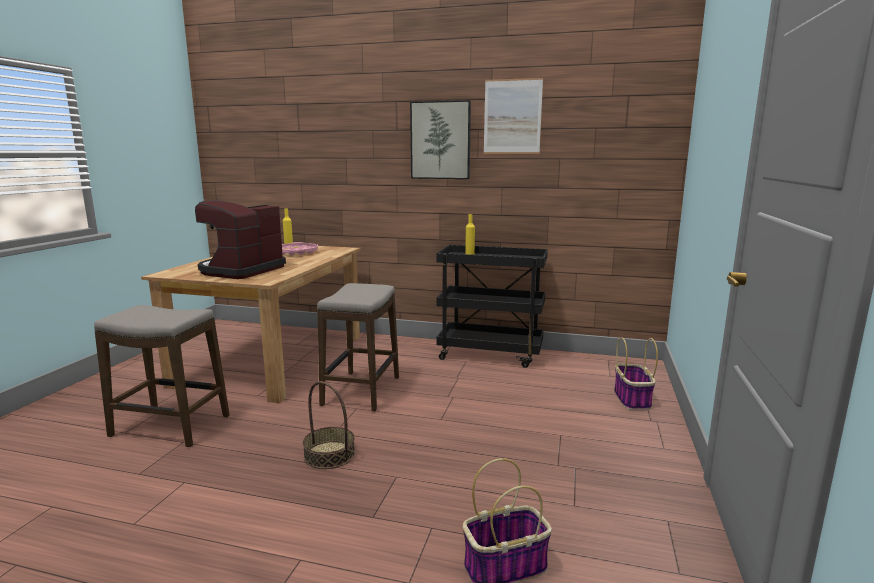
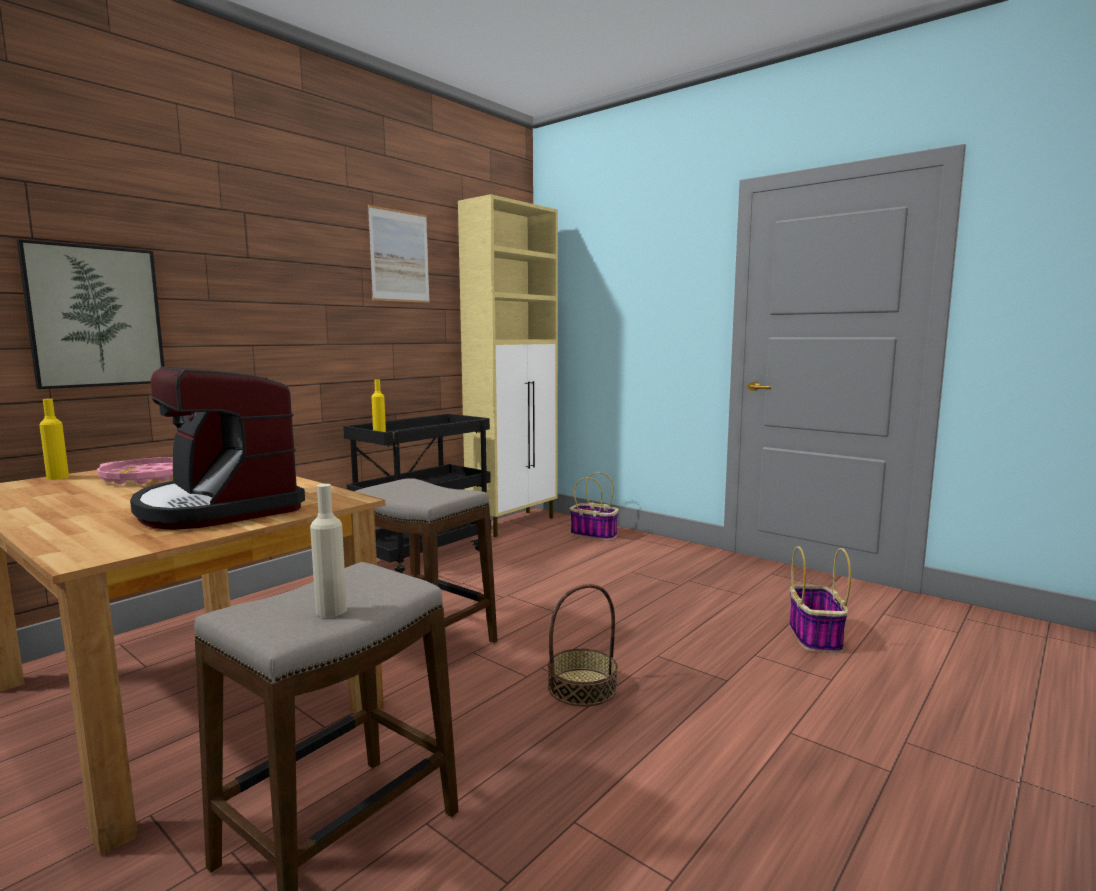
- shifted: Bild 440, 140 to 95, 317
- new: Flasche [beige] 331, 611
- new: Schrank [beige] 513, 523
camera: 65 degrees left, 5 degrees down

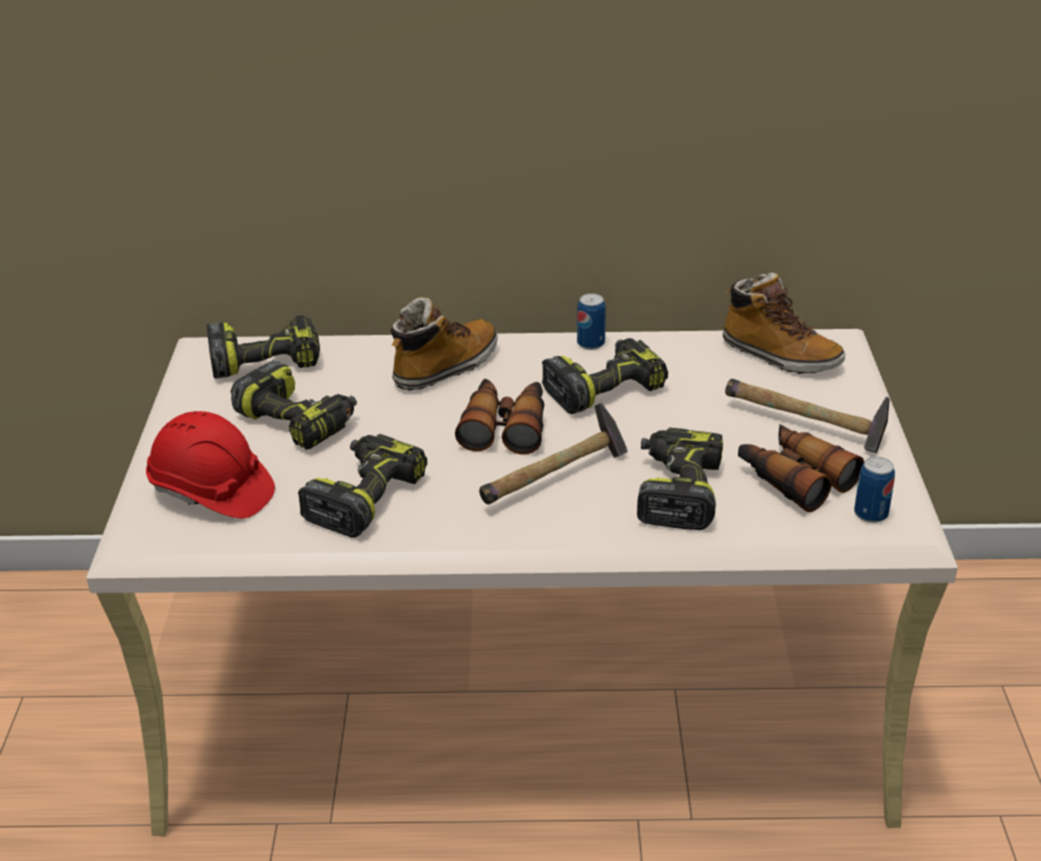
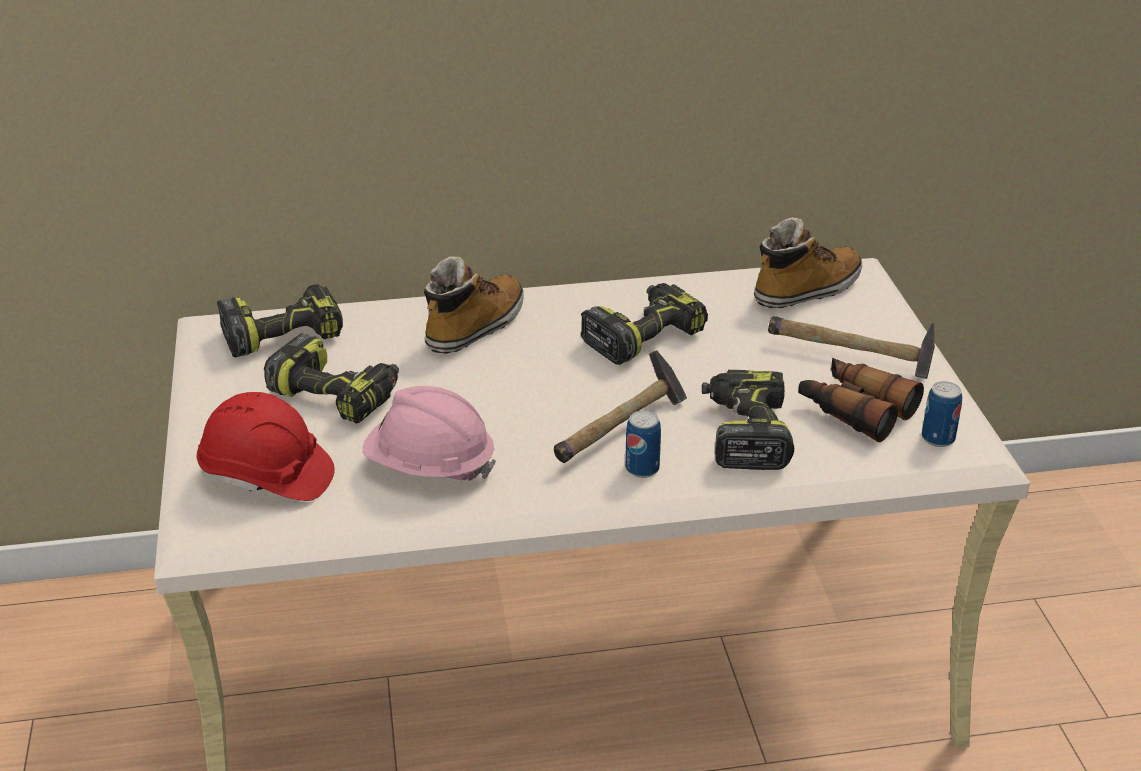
- swapped: Bohrmaschine 363, 497 to Schutzhelm [rosa] 429, 467
- shifted: Dose 590, 343 to 642, 469
- rotated: Stiefel 779, 356 = 807, 290 60 degrees counterclockwise
- gone: Fernglas 505, 426
camera: 10 degrees left, 0 degrees up

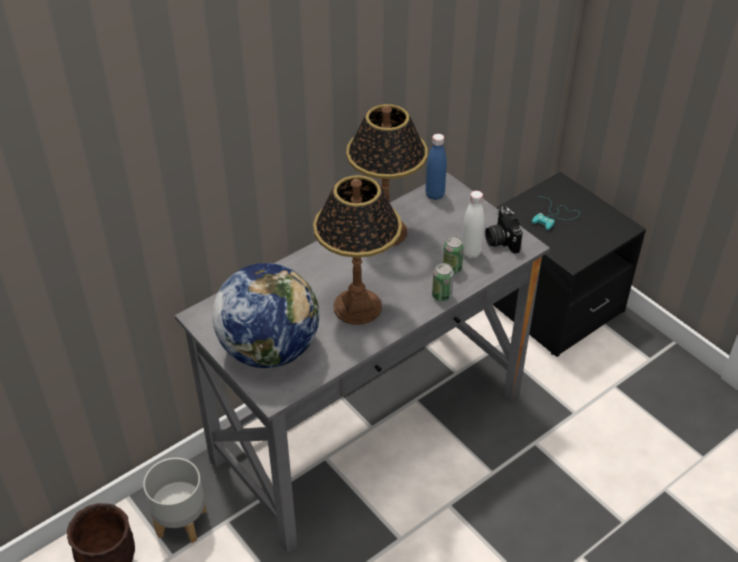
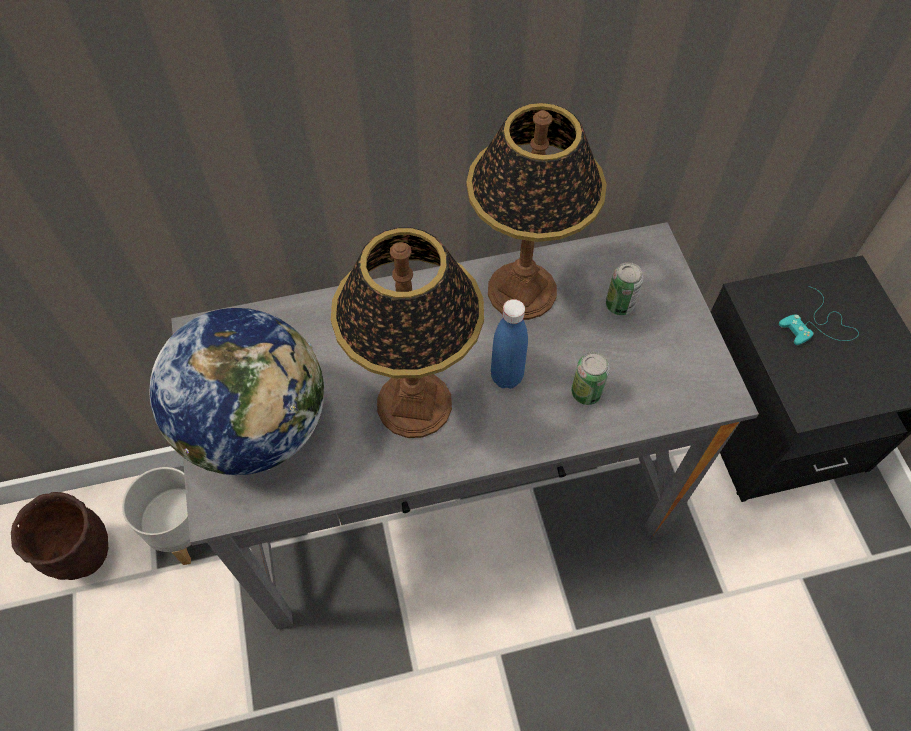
- shifted: Flasche [blau] 435, 195 to 506, 377
- shifted: Dose 441, 295 to 619, 305
- gone: Flasche [weiß] 471, 253
- gone: Kamera 501, 240
camera: 25 degrees right, 15 degrees up

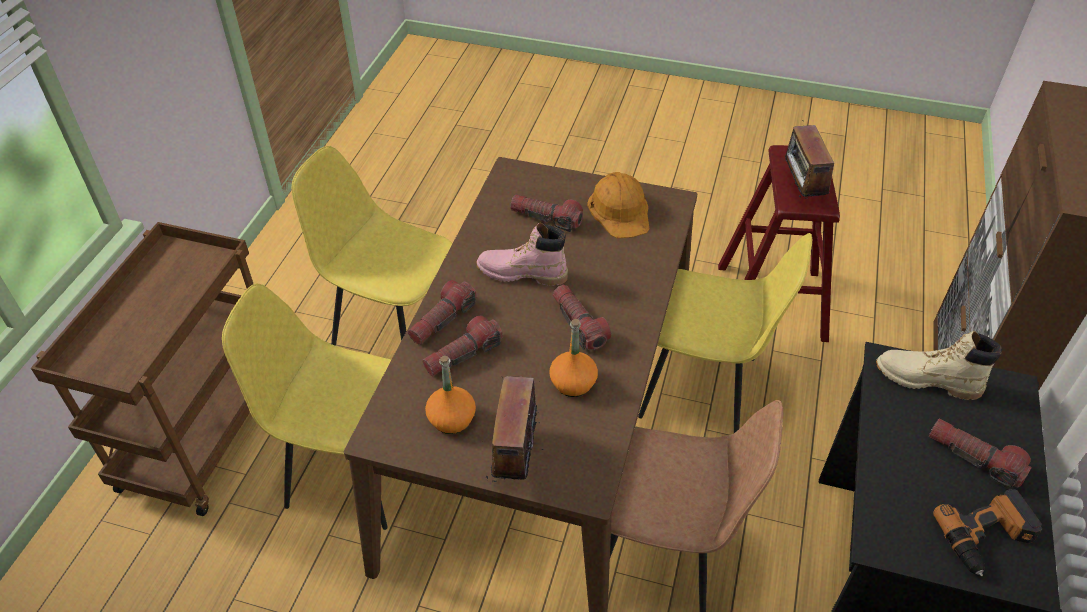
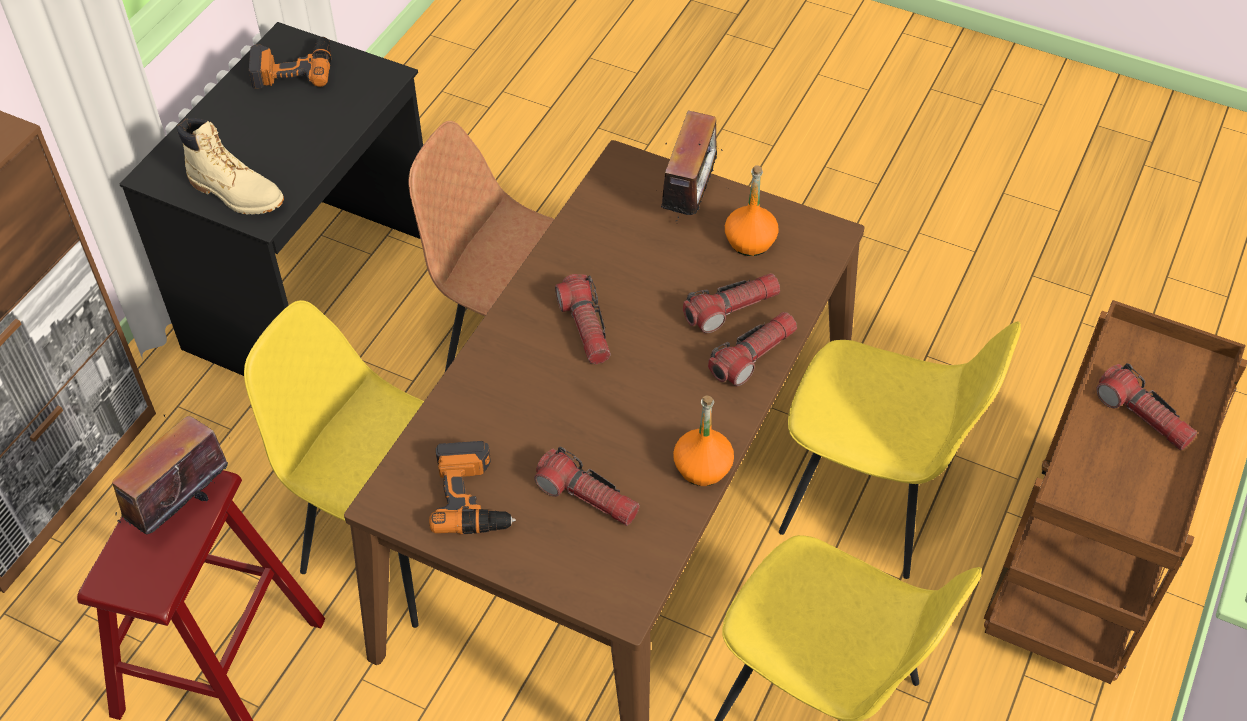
- rotated: Radio 800, 191 = 181, 508 150 degrees counterclockwise
- swapped: Schutzhelm [orange] 620, 210 to Bohrmaschine 473, 496
- shifted: Flasche [orange] 573, 383 to 702, 467
- shifted: Taschenlampe 974, 459 to 1142, 416
- gone: Stiefel [rosa] 522, 273
camera: 170 degrees left, 5 degrees up

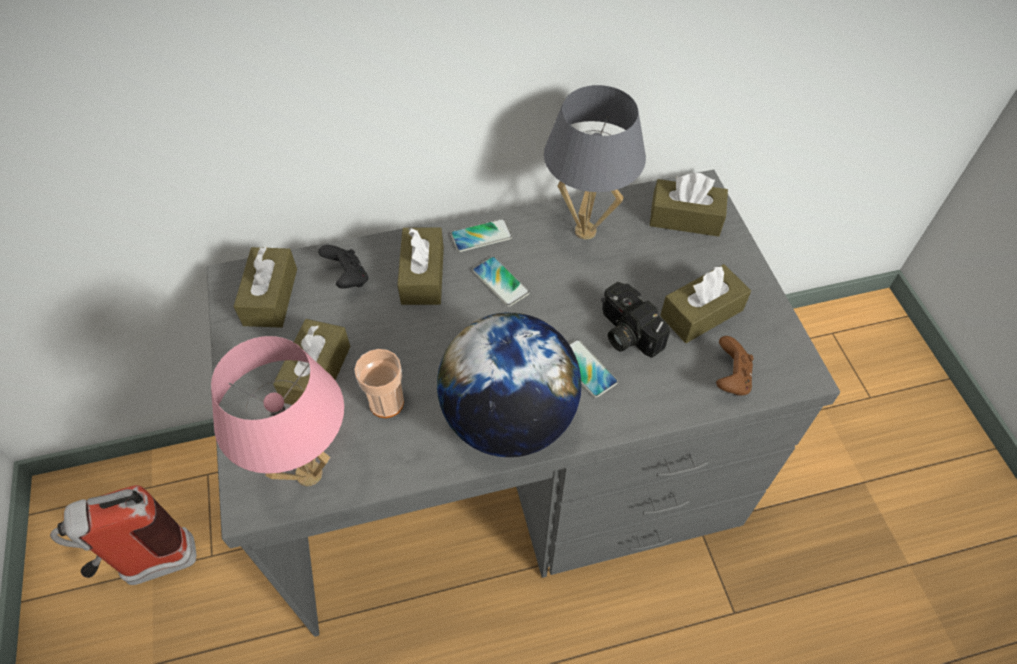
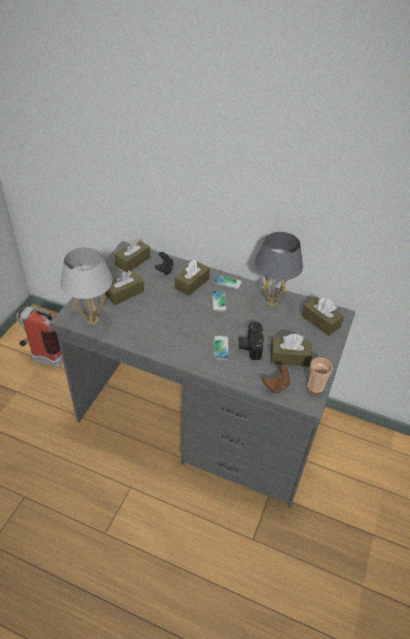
- repainted: Tischlampe [rosa] 308, 473 to Tischlampe [weiß] 92, 320
- shifted: Tasse 386, 403 to 315, 386
- gone: Globus 509, 419
camera: 35 degrees right, 10 degrees down

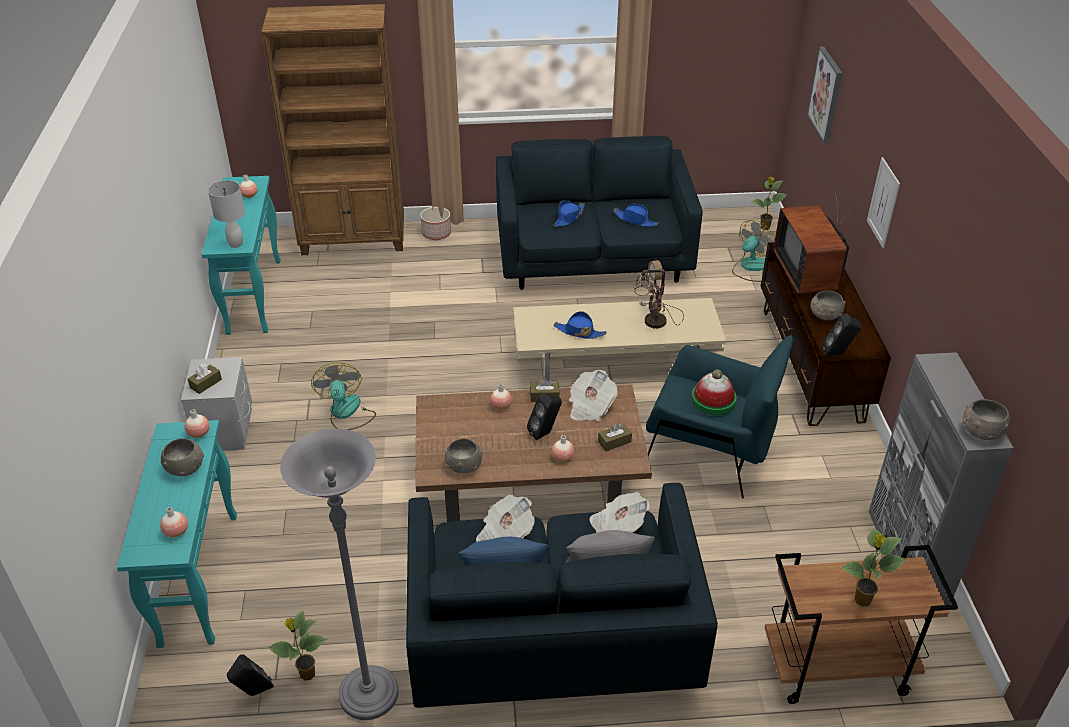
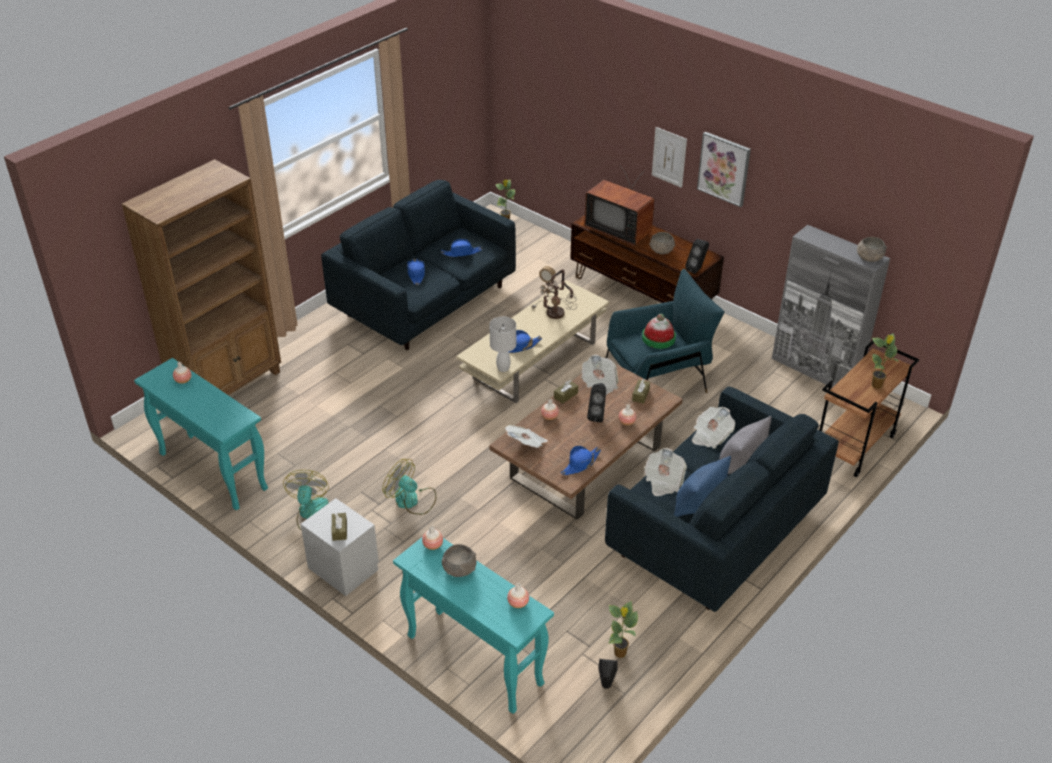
- shifted: Ventilator 751, 268 to 312, 514
- shifted: Tischlampe [weiß] 236, 244 to 503, 368
- new: Zeitung 526, 444
- swapped: Schüssel [grau] 464, 465 to Hut [blau] 580, 464
- shifted: Bild 826, 94 to 724, 168
- gone: Stehlampe [grau] 368, 695
- gone: Pflanzkübel 436, 233
camera: 45 degrees left, 0 degrees up

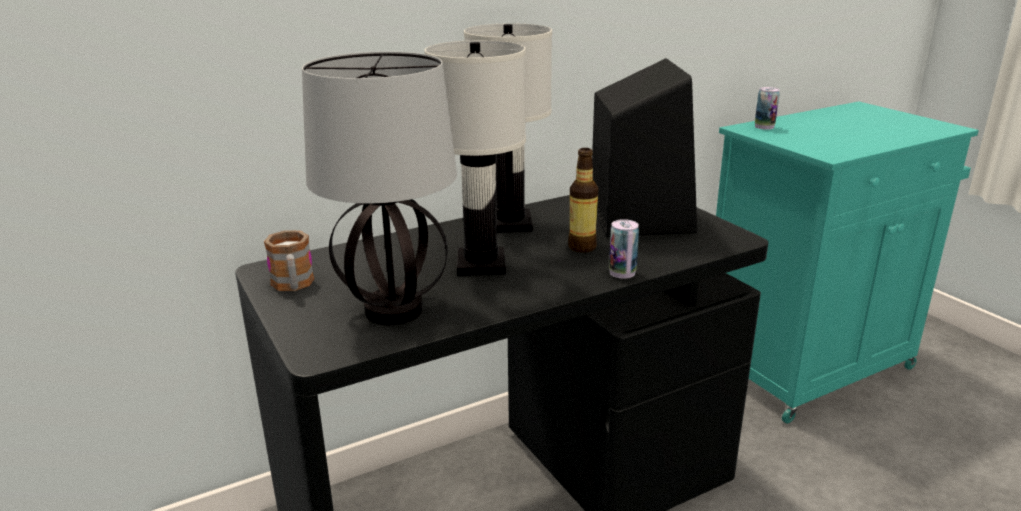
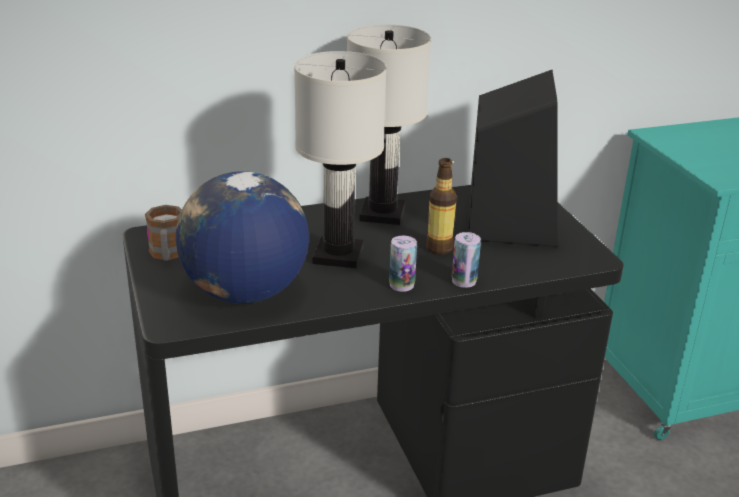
- swapped: Tischlampe 393, 312 to Globus 244, 293
- shifted: Dose 764, 127 to 401, 285
camera: 10 degrees right, 5 degrees up

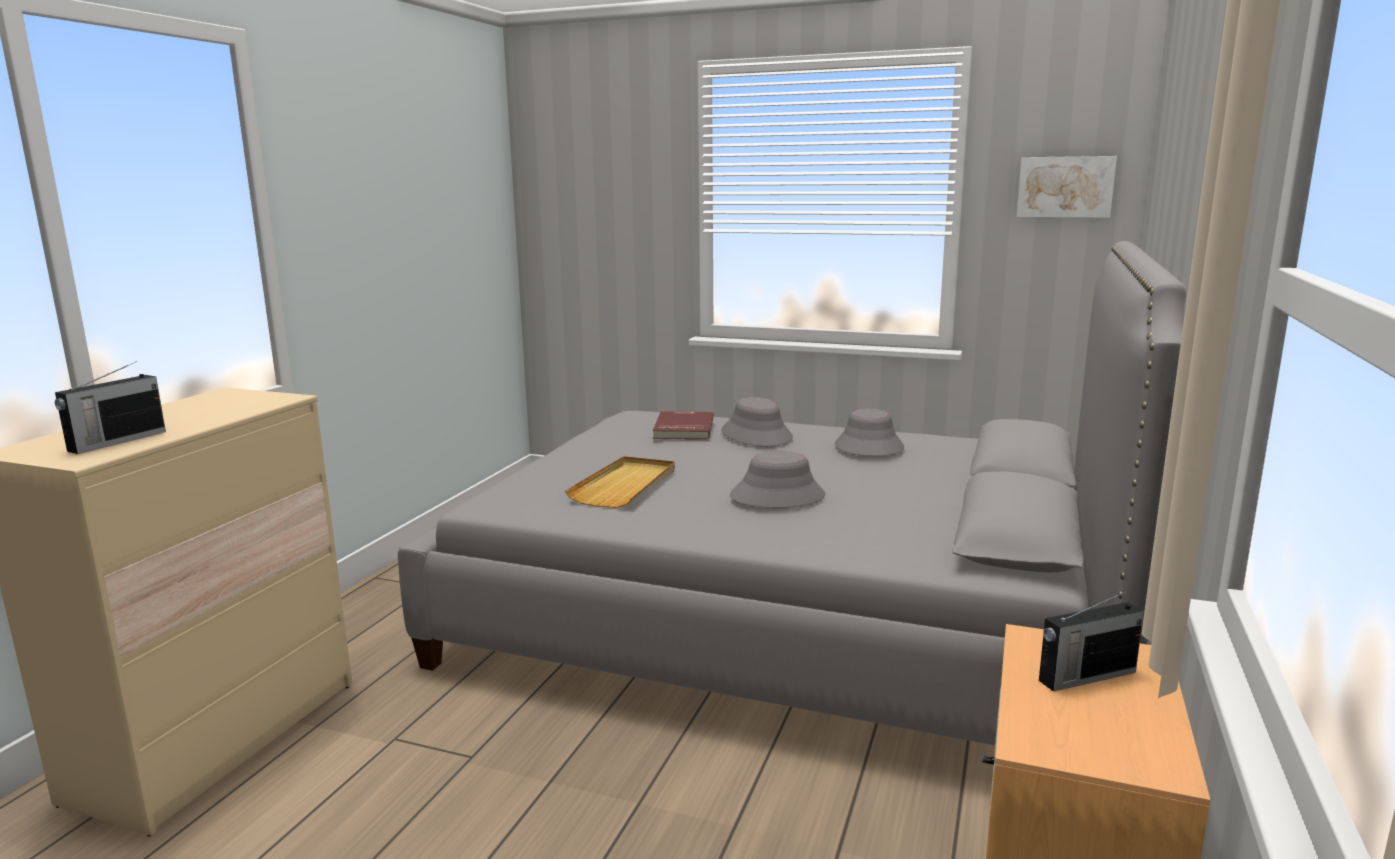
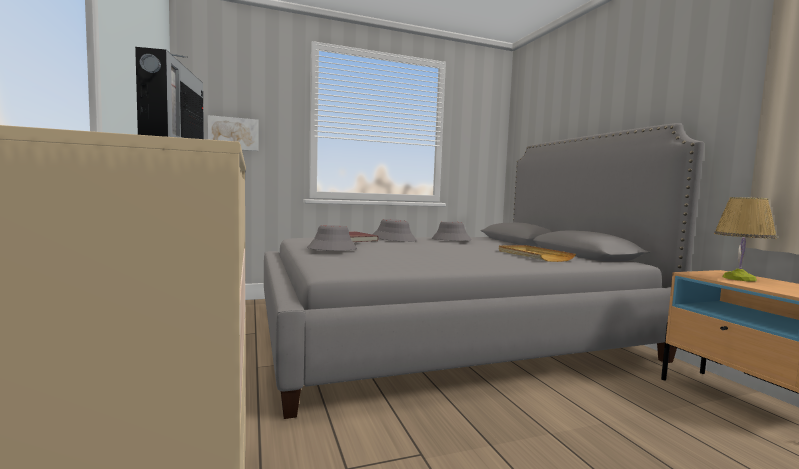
- shifted: Bild 1065, 187 to 233, 133
- shifted: Hut [grau] 777, 496 to 332, 249
- shifted: Tablett [beige] 625, 486 to 533, 255
- swapped: Radio 1085, 676 to Tischlampe 738, 278
camera: 40 degrees left, 10 degrees down

